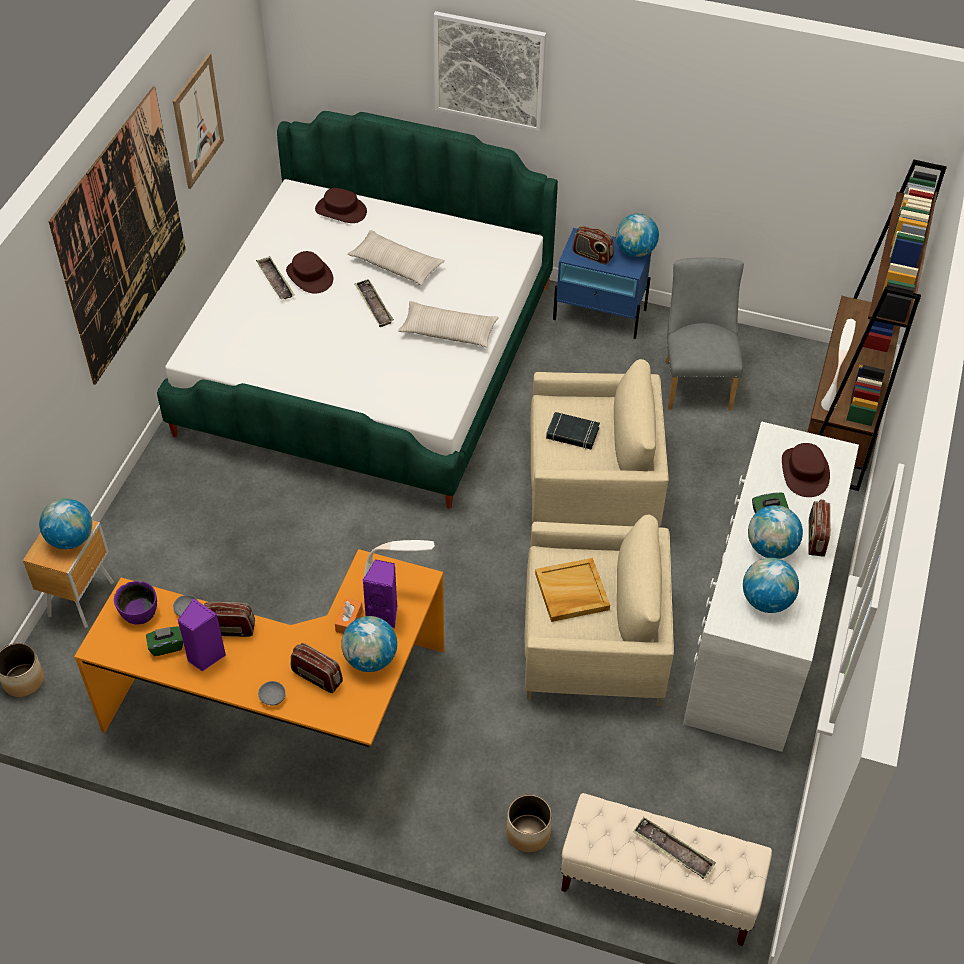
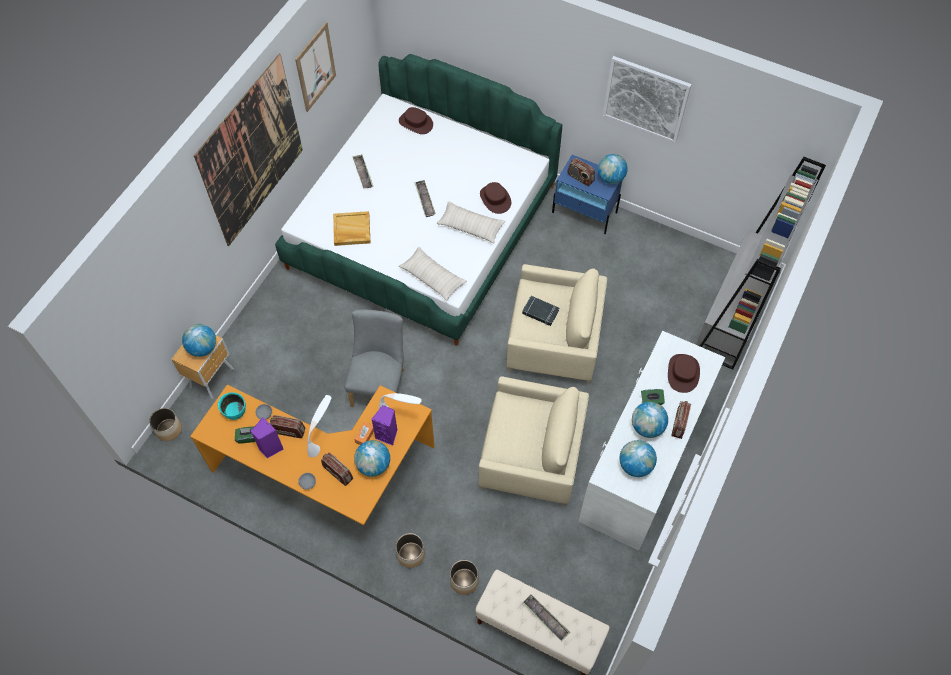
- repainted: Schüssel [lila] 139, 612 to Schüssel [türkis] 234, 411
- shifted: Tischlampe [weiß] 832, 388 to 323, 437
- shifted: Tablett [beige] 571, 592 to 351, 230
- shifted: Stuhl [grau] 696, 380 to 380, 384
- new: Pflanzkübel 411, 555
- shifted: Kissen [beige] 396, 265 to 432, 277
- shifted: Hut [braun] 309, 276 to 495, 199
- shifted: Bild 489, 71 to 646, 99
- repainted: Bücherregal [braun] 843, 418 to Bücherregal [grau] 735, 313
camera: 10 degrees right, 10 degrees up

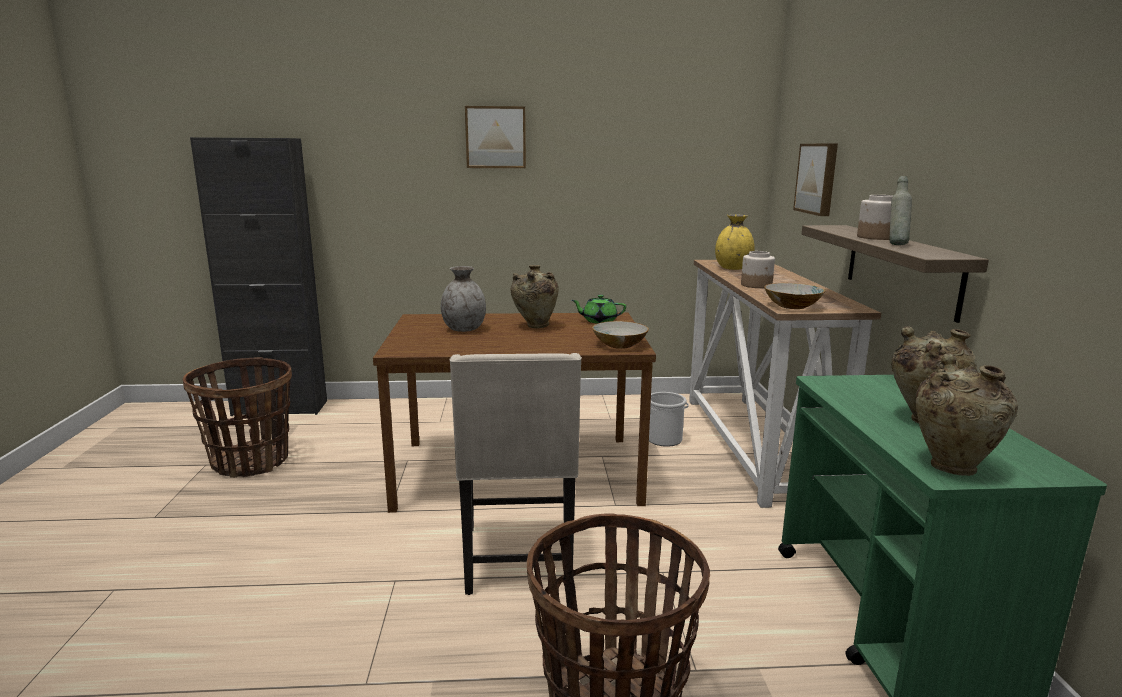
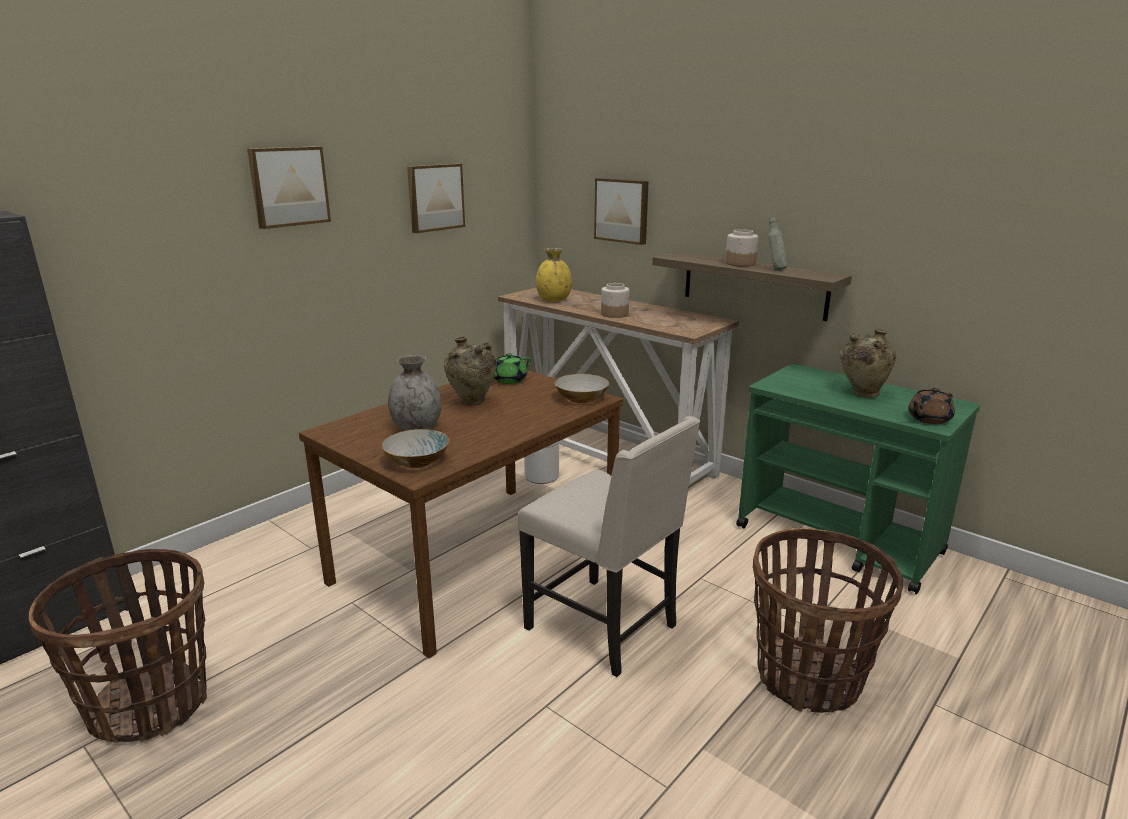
- shifted: Schüssel 792, 306 to 417, 461
- new: Bild 434, 197
- swapped: Vase [beige] 952, 466 to Teekanne [braun] 928, 419
camera: 45 degrees left, 5 degrees up

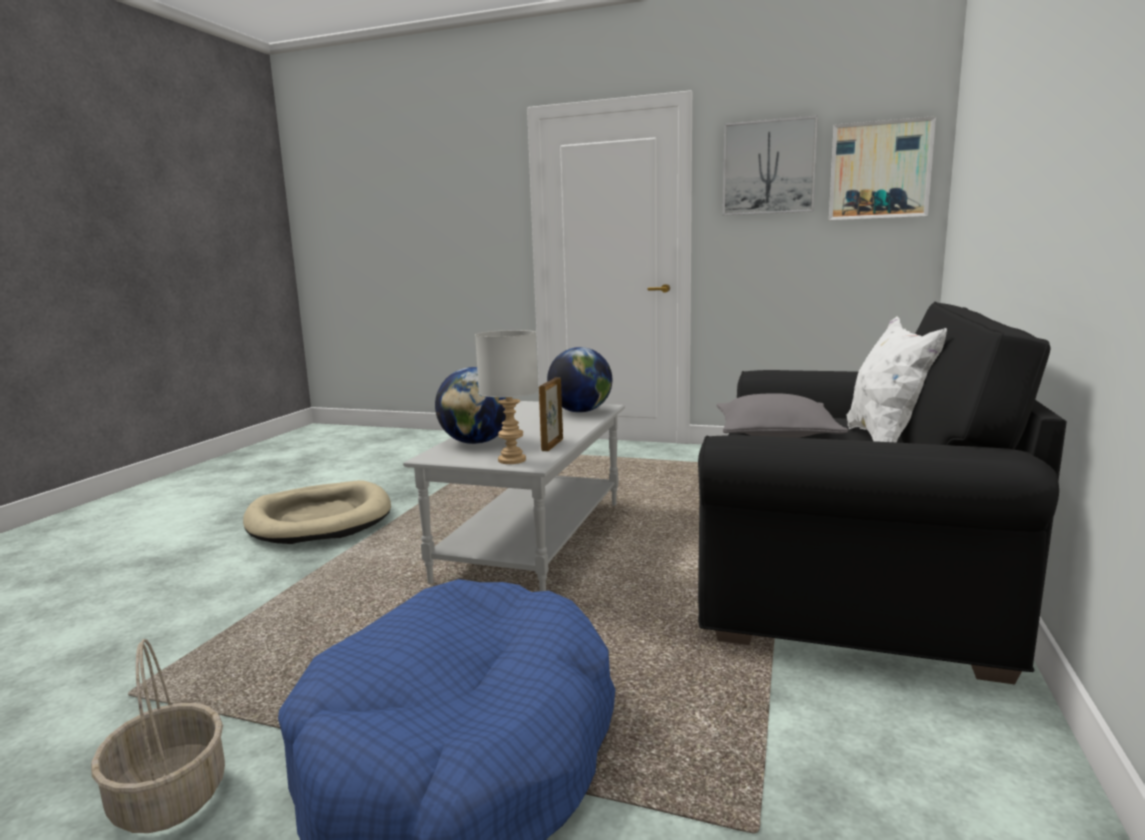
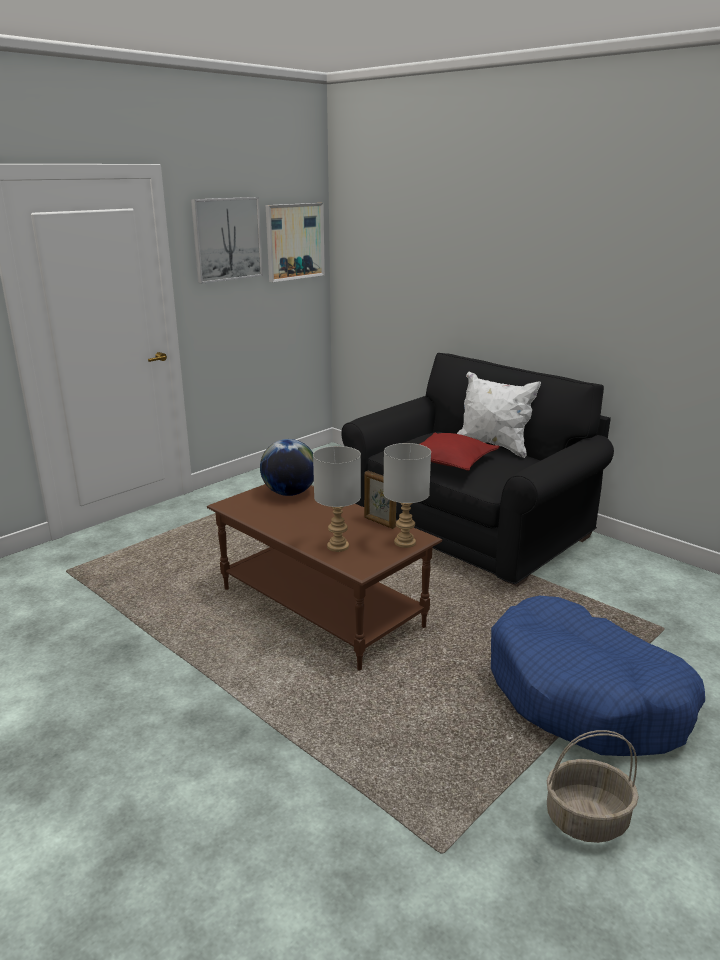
- repainted: Couchtisch [grau] 535, 540 to Couchtisch [braun] 322, 607
- swapped: Globus 476, 442 to Tischlampe [grau] 338, 546
- repainted: Kissen [grau] 775, 434 to Kissen [rot] 449, 461
- gone: Hundebett [beige] 320, 519
camera: 65 degrees left, 10 degrees up

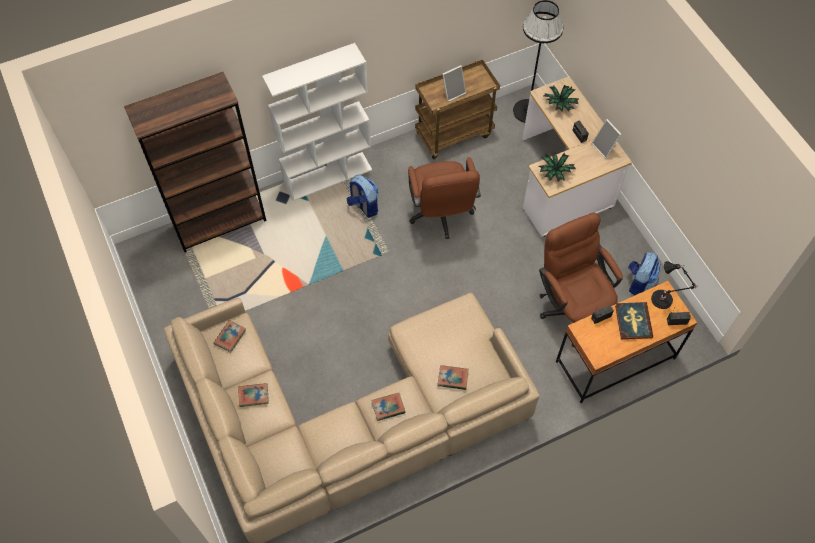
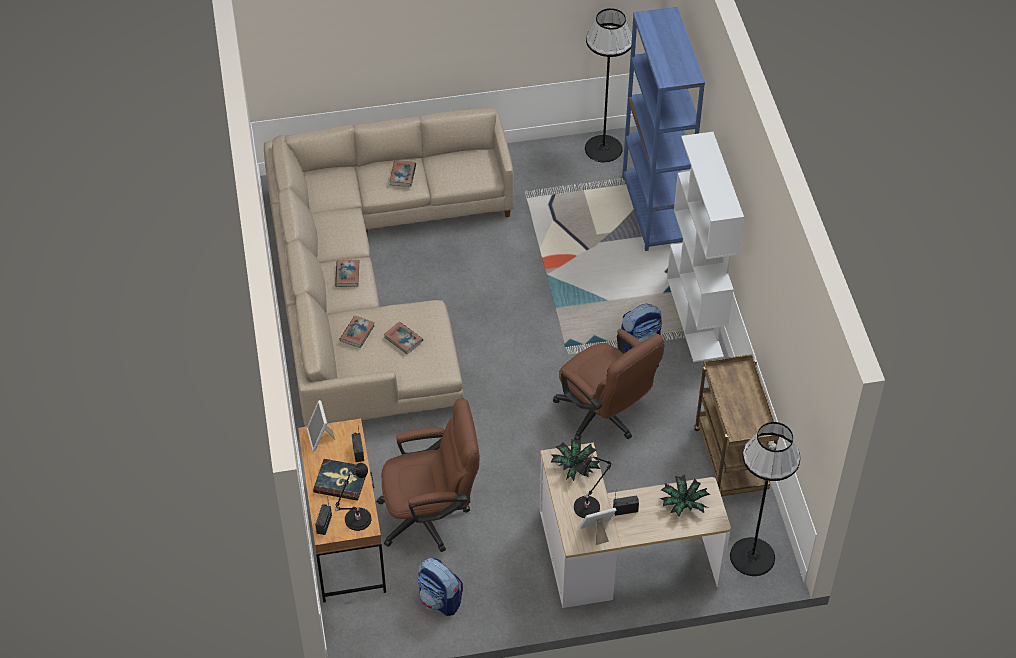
- shifted: Bilderrahmen 453, 92 to 320, 438
- shifted: Buch 230, 337 to 403, 339
- rotated: Bürostuhl [braun] 441, 215 = 604, 416 135 degrees counterclockwise
- new: Tischlampe [schwarz] 588, 506
- new: Stehlampe [schwarz] 603, 148
- repainted: Bücherregal [braun] 220, 223 to Bücherregal [blau] 654, 211
camera: 105 degrees right, 10 degrees down

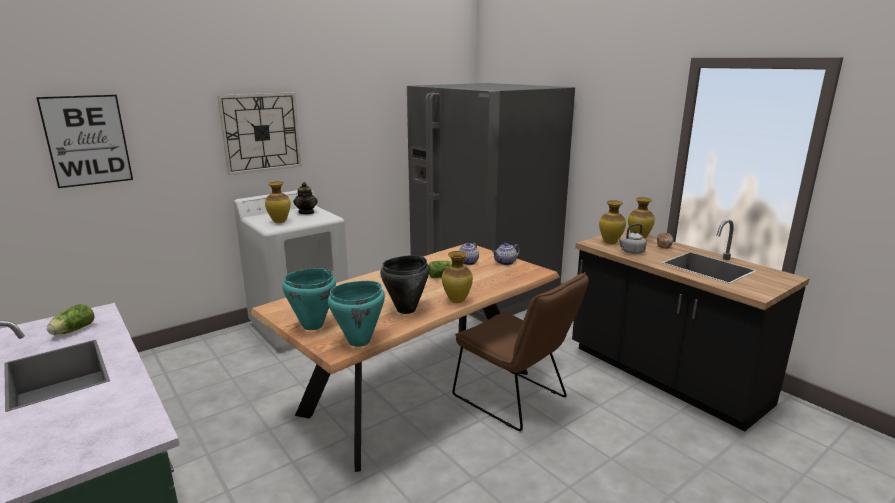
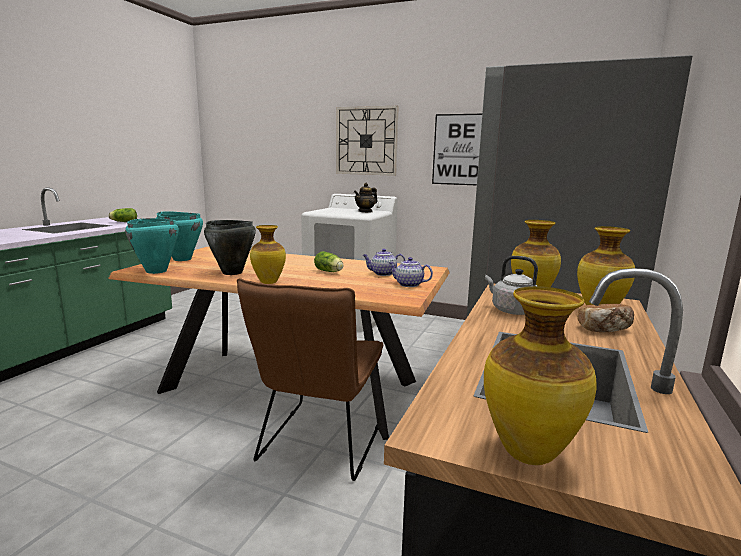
- shifted: Bild 87, 140 to 459, 150
- shifted: Vase 279, 222 to 529, 452
camera: 60 degrees right, 5 degrees down

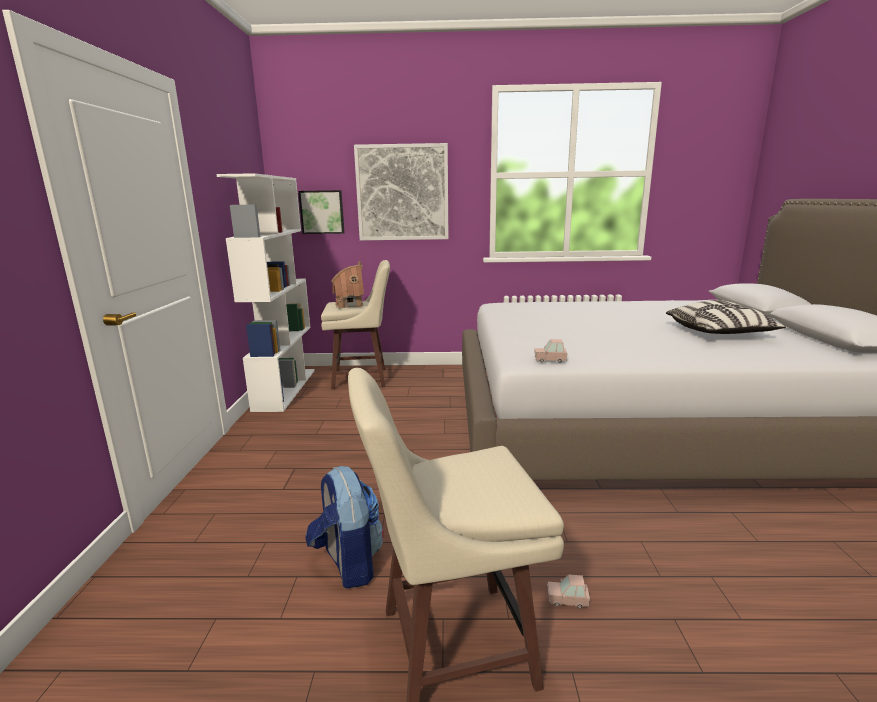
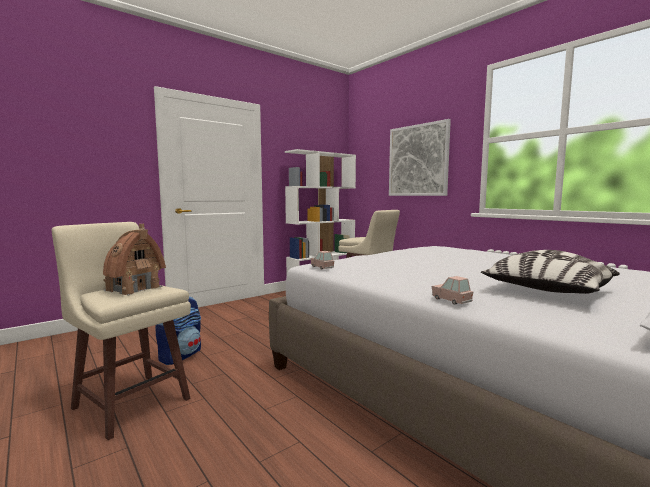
- shifted: Spielzeughaus 349, 305 to 133, 289
- shifted: Spielzeugauto [rosa] 567, 600 to 451, 300
- gone: Bild 322, 212
camera: 50 degrees right, 10 degrees down

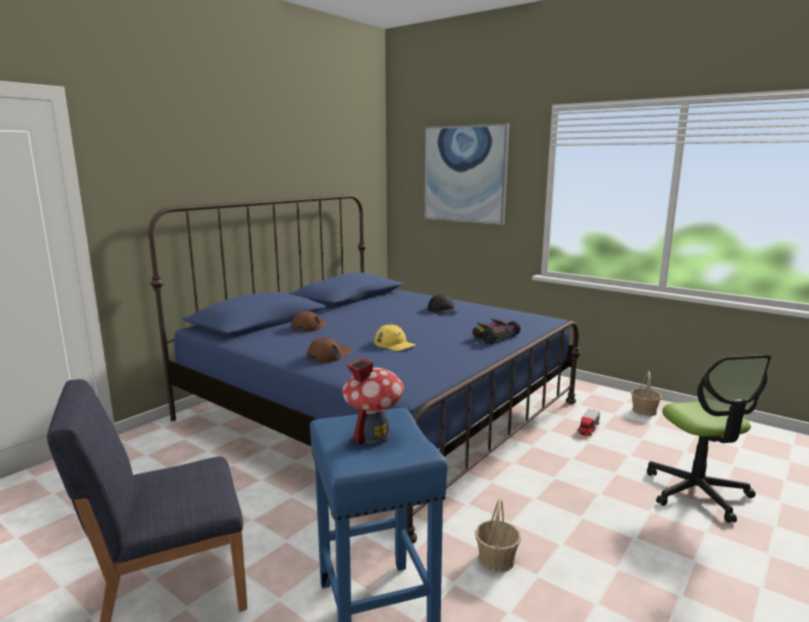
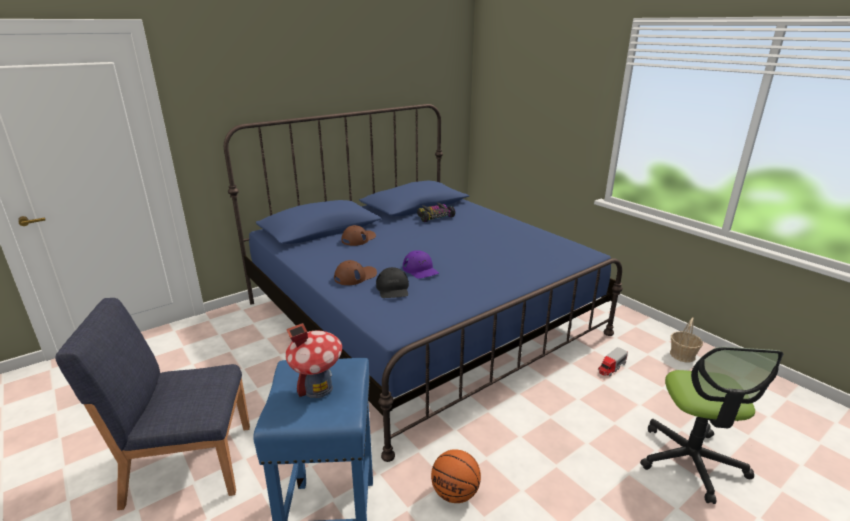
- shifted: Kappe [schwarz] 443, 310 to 393, 289
- repainted: Kappe [gelb] 394, 344 to Kappe [lila] 420, 270
- shifted: Spielzeugauto 494, 337 to 434, 217
- swapped: Korb 496, 559 to Basketball 455, 493
- gone: Bild 465, 174
camera: 15 degrees right, 10 degrees up

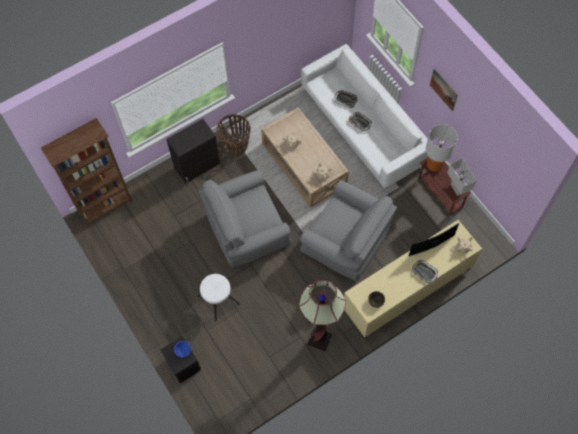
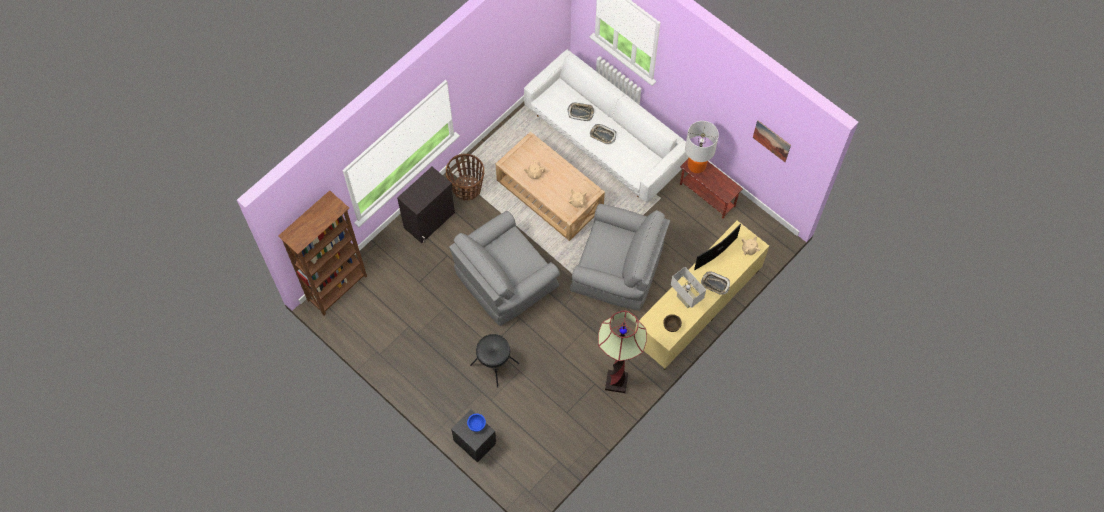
- repainted: Hocker [weiß] 218, 300 to Hocker [schwarz] 494, 364
- shifted: Tischlampe [weiß] 457, 189 to 685, 299
- shifted: Bild 443, 89 to 771, 141
camera: 15 degrees left, 0 degrees up

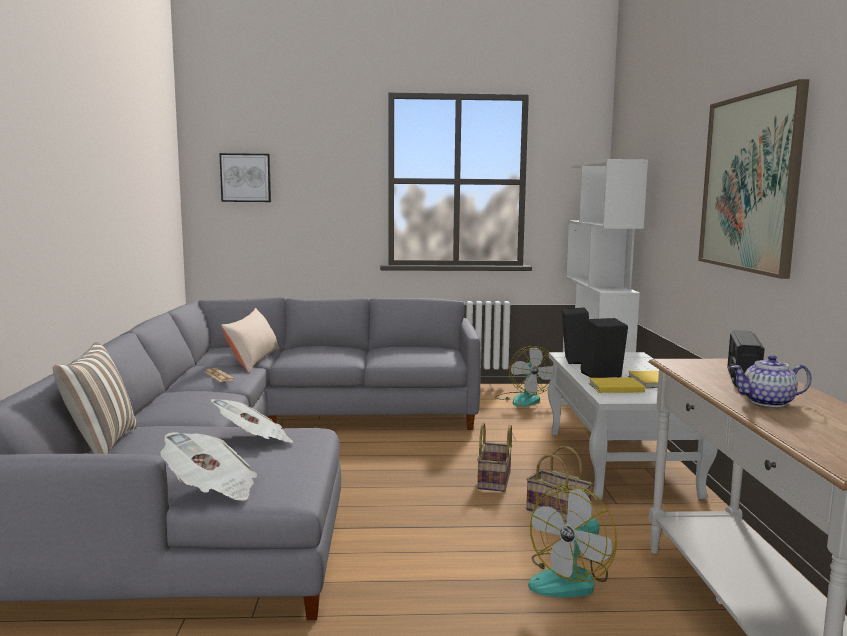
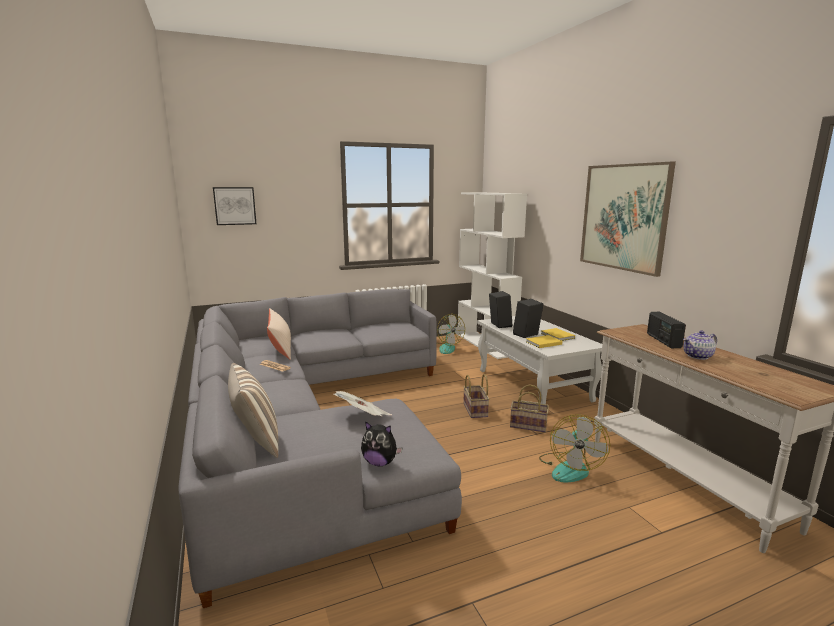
- swapped: Zeitung 212, 489 to Plüschtier 380, 463
camera: 20 degrees left, 5 degrees up

